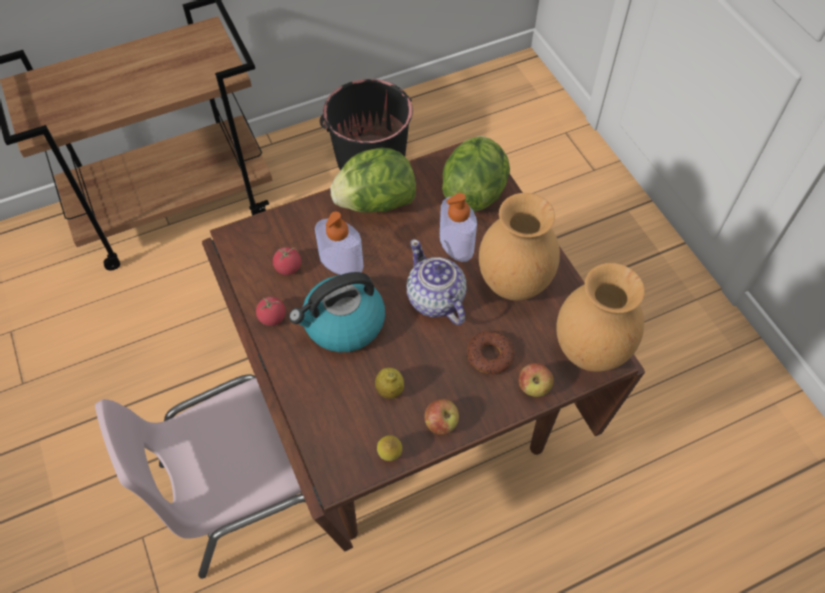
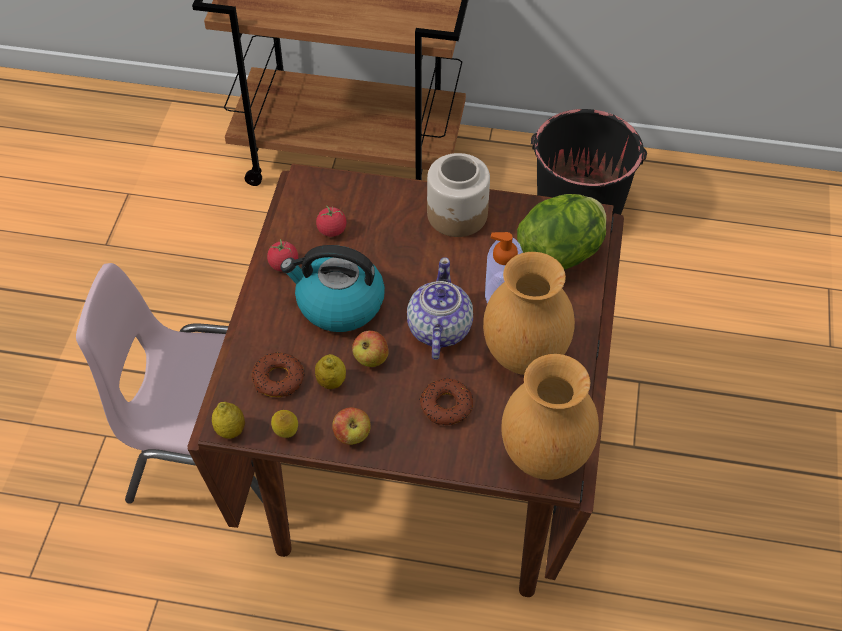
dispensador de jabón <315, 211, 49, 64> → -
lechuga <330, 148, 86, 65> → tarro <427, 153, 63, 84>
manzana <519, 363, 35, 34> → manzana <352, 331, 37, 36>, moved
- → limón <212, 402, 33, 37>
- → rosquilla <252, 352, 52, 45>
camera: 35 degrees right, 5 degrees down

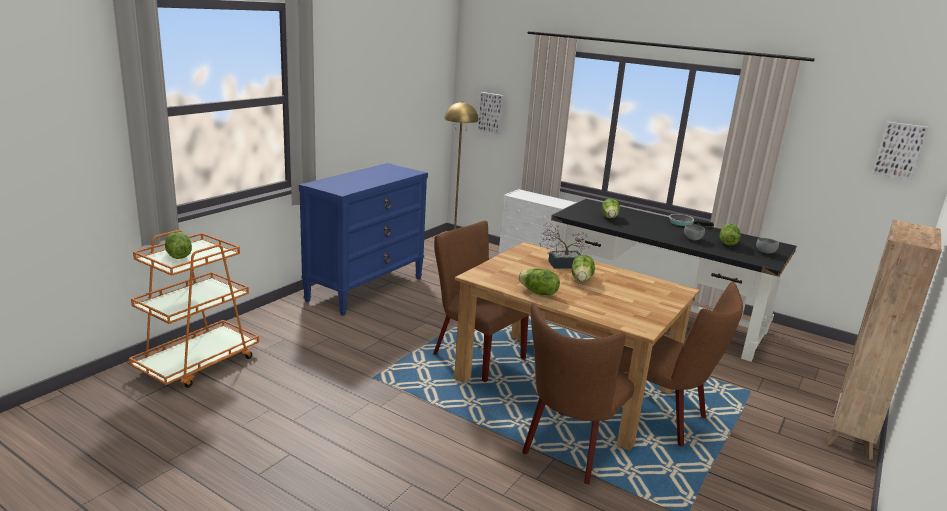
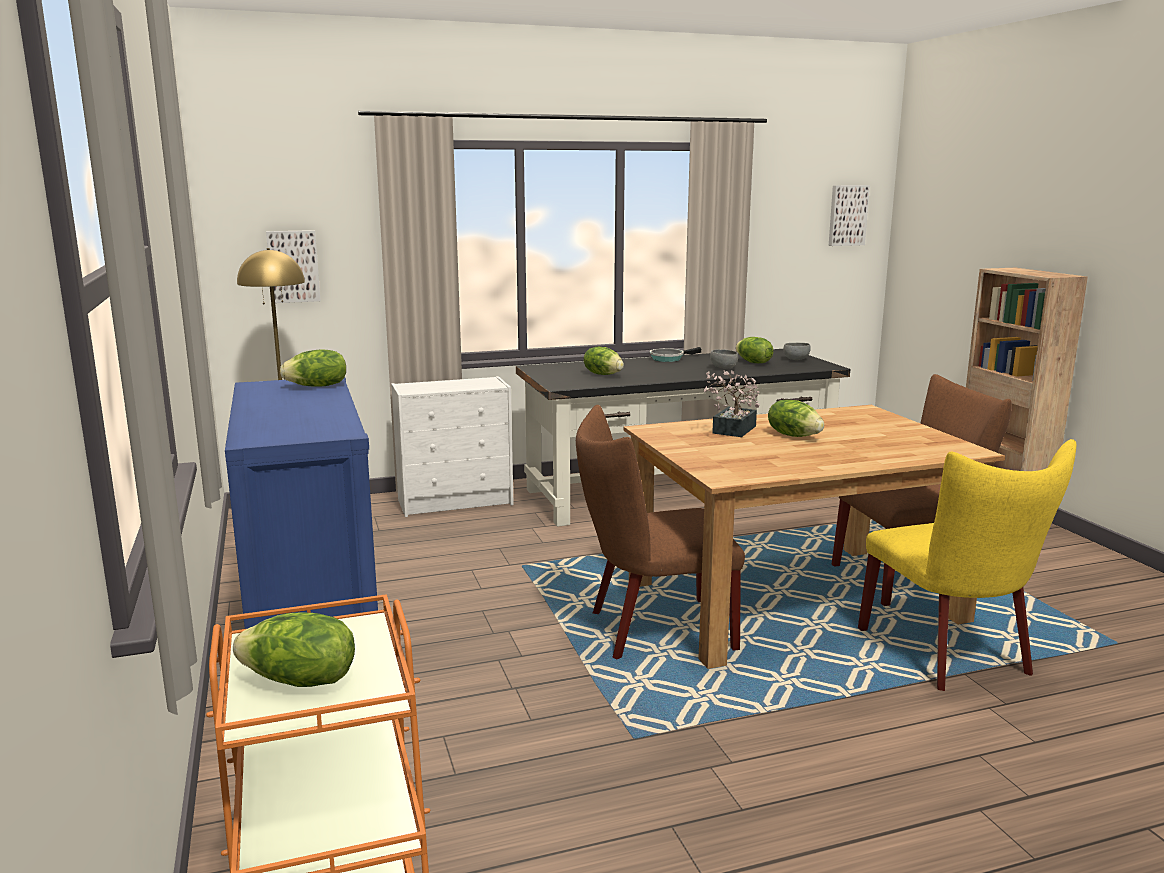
lechuga <518, 268, 42, 27> → lechuga <280, 349, 66, 38>, moved
silla (marrón) <522, 303, 112, 181> → silla (amarillo) <858, 439, 218, 252>
camera: 50 degrees left, 5 degrees down

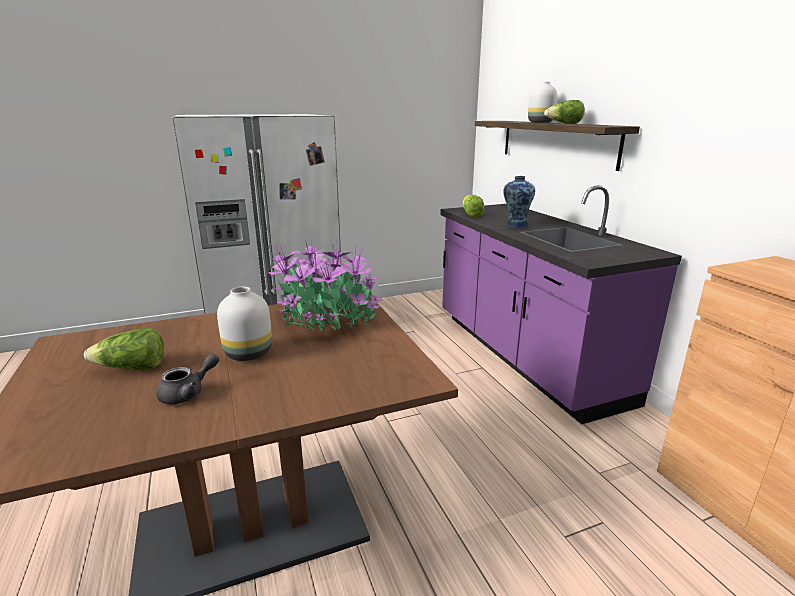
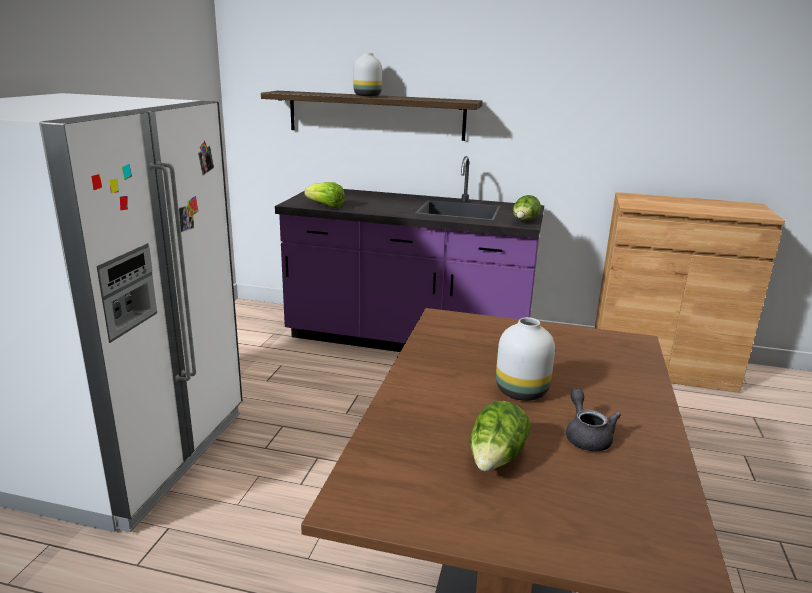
planta en maceta <268, 240, 114, 91> → -
florero <503, 176, 32, 52> → -
lechuga <544, 100, 41, 24> → lechuga <513, 195, 28, 26>, moved
camera: 55 degrees left, 0 degrees up

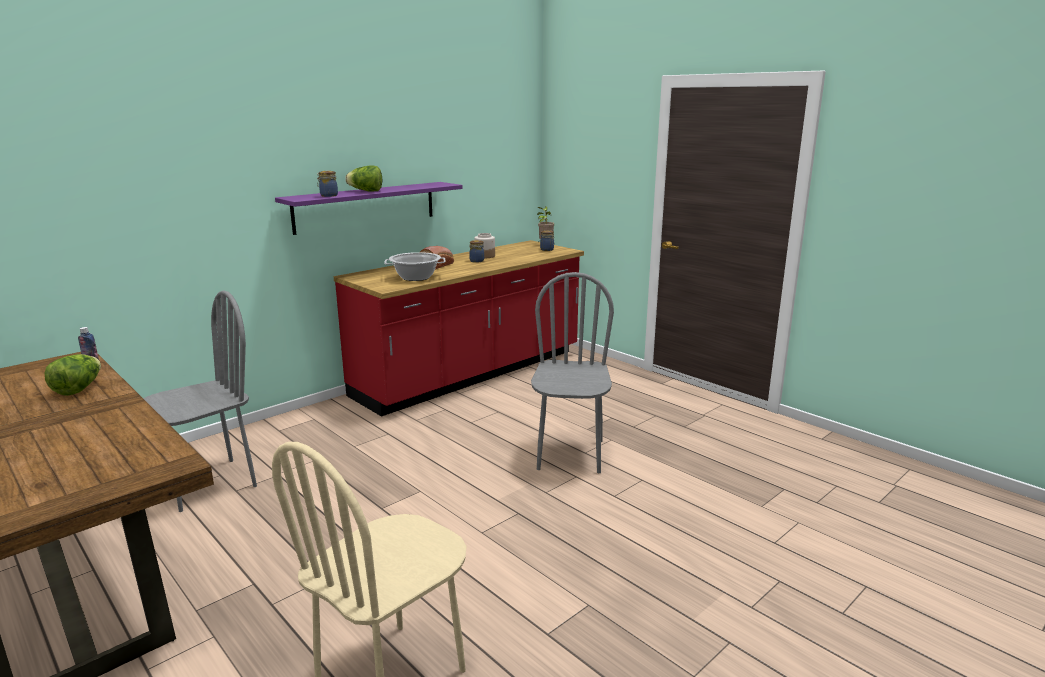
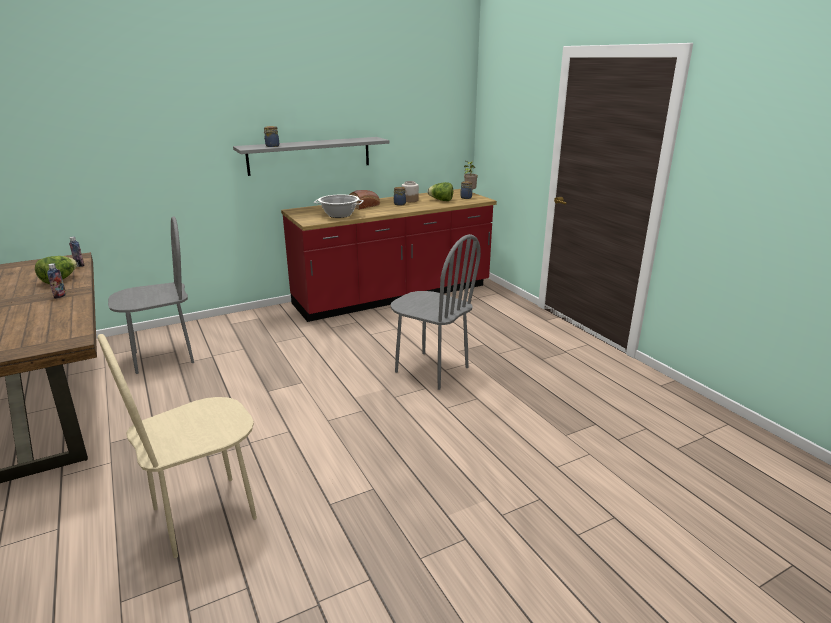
estante (morado) <275, 182, 188, 53> → estante (gris) <233, 137, 156, 39>
lechuga <345, 165, 37, 27> → lechuga <428, 182, 25, 19>, moved
silla (gris) <531, 272, 83, 201> → silla (gris) <390, 234, 91, 156>, 105 degrees clockwise
- → botella <47, 263, 19, 35>
camera: 15 degrees right, 5 degrees up

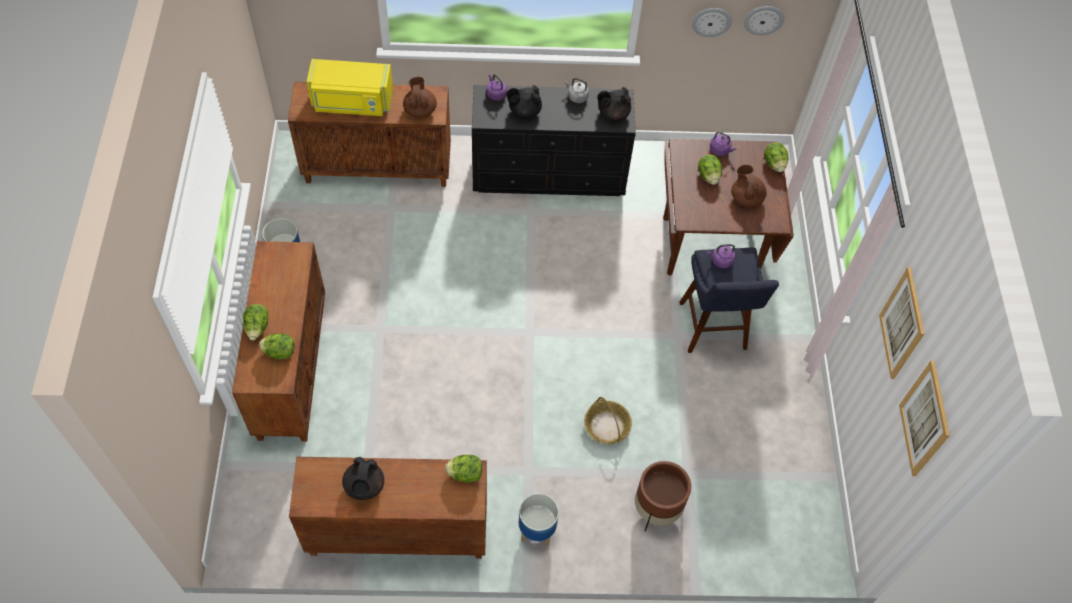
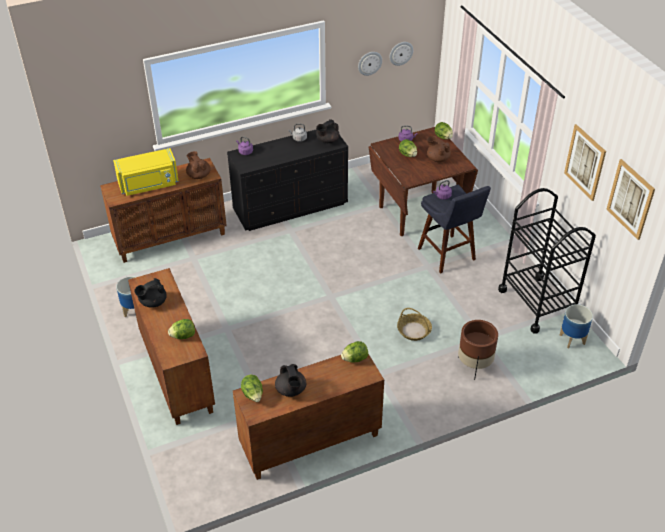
lechuga <243, 304, 25, 37> → lechuga <241, 375, 22, 27>, moved
tetera (negro) <506, 85, 36, 34> → tetera (negro) <134, 278, 33, 30>, moved
maceta <519, 493, 40, 53> → maceta <560, 304, 33, 44>, moved
- → carrito (negro) <498, 188, 98, 146>
camera: 20 degrees left, 15 degrees down

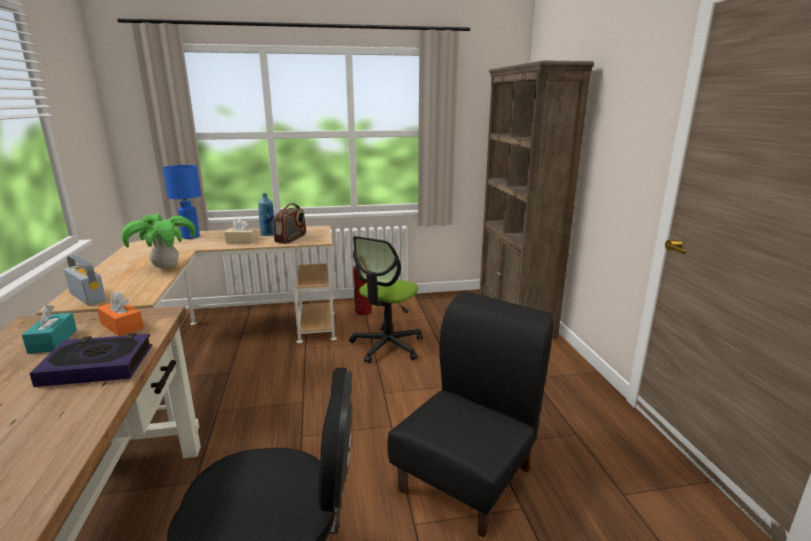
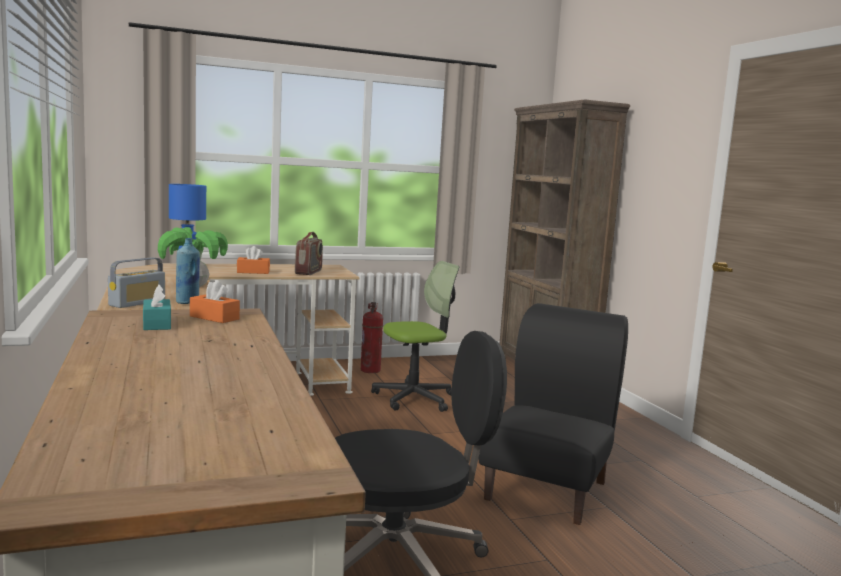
libro <29, 333, 123, 54> → -
radio <64, 255, 42, 51> → radio <108, 257, 57, 51>, 90 degrees clockwise
caja de pañuelos (beis) <225, 219, 32, 24> → caja de pañuelos (naranja) <237, 246, 33, 28>
botella (azul) <258, 193, 16, 43> → botella (azul) <176, 238, 24, 66>, moved
silla de oficina <349, 236, 74, 127> → silla de oficina <371, 261, 88, 151>, 135 degrees counterclockwise
camera: 10 degrees left, 10 degrees down

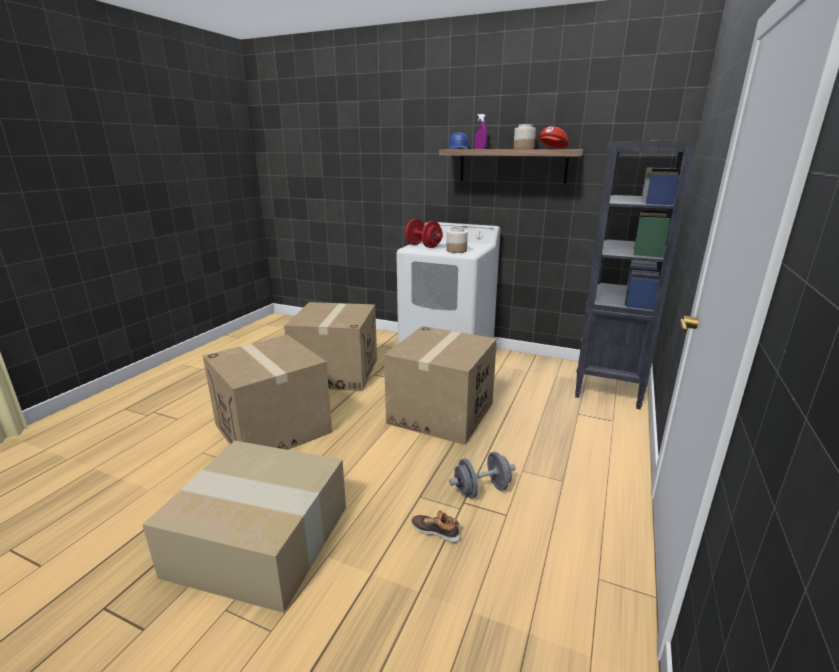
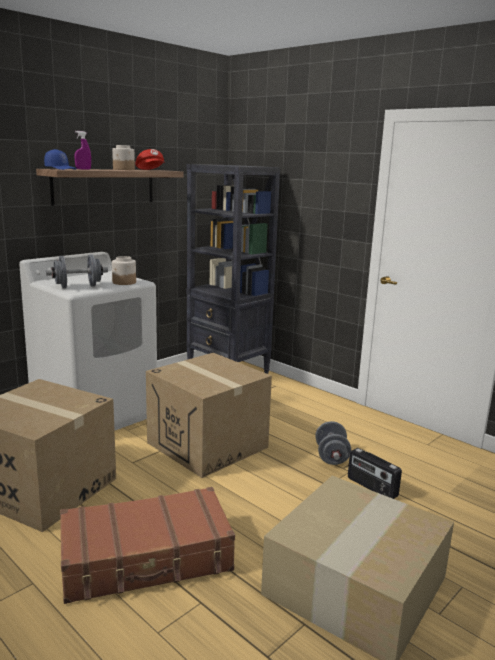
caja de cartón <203, 335, 129, 115> → maleta (marrón) <60, 487, 175, 117>
mancuerna (rojo) <405, 219, 38, 29> → mancuerna (gris) <46, 255, 62, 33>
zapato <411, 510, 50, 33> → radio <348, 448, 54, 51>
camera: 70 degrees left, 5 degrees down

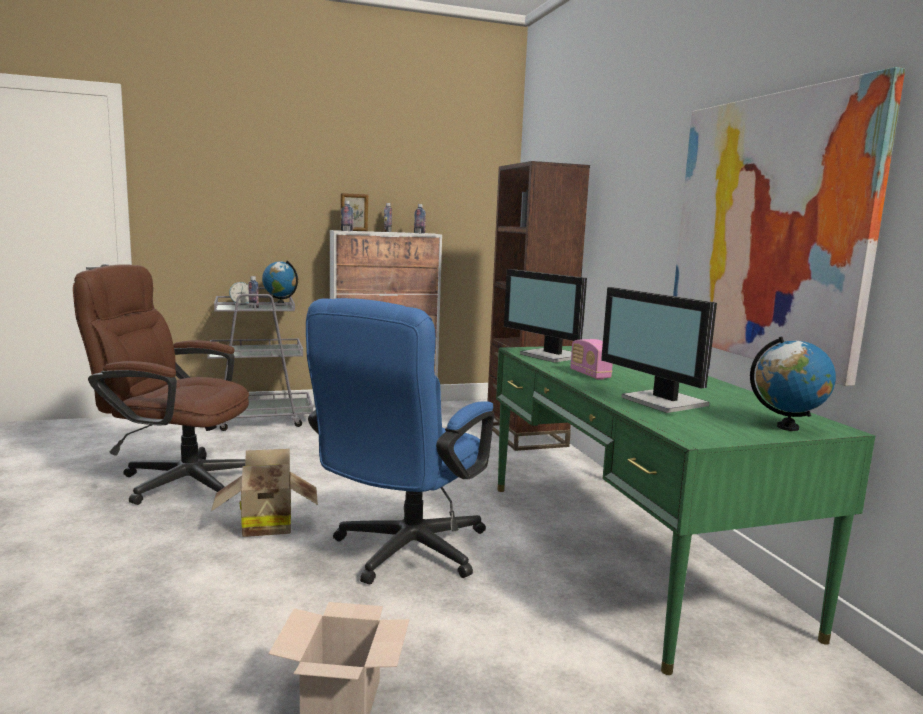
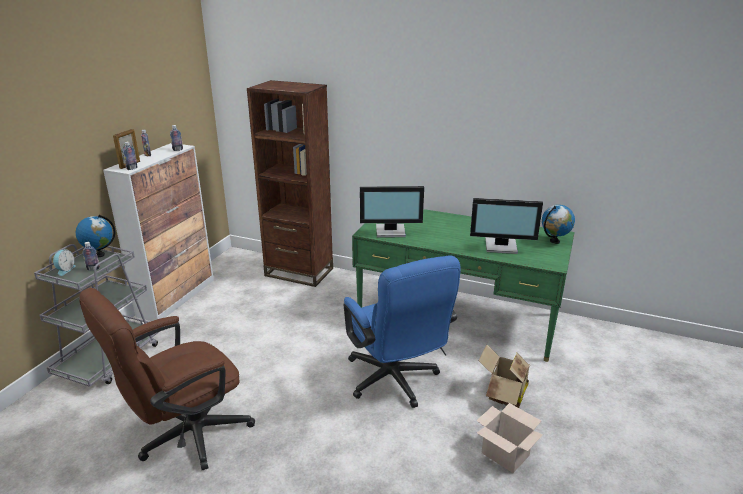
caja de cartón <211, 449, 107, 88> → caja de cartón <478, 345, 52, 63>, moved
radio <570, 339, 43, 41> → -
cuadro <673, 67, 232, 319> → -
camera: 50 degrees left, 15 degrees up

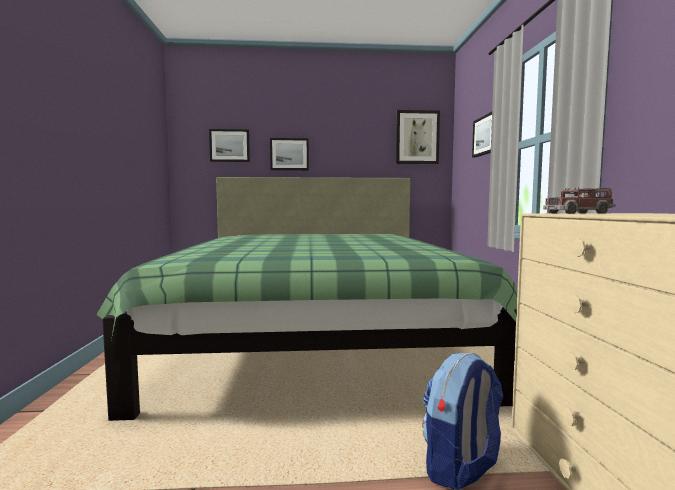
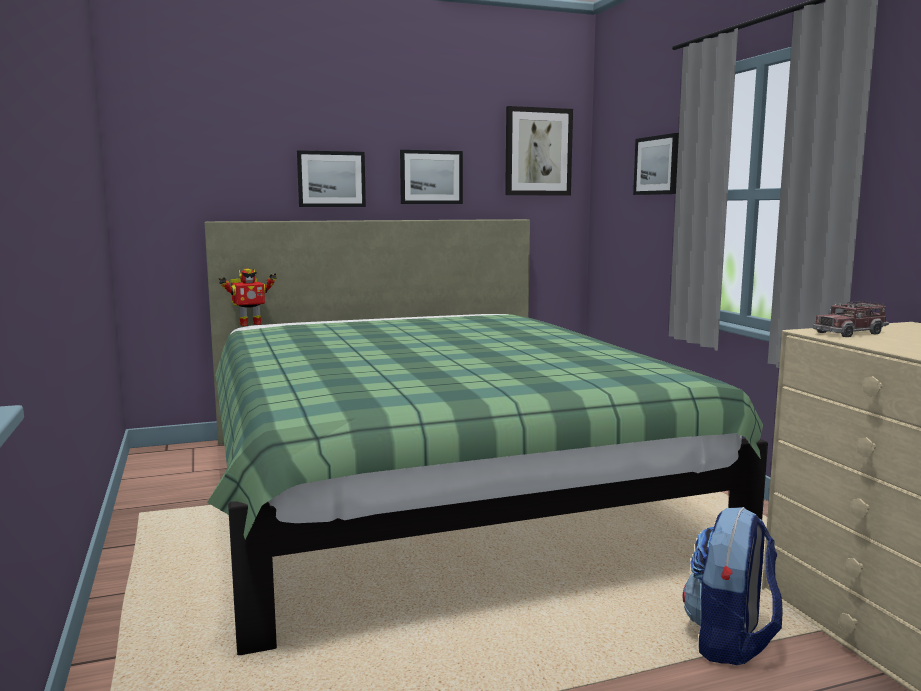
cuadro <209, 129, 41, 33> → cuadro <400, 150, 63, 54>, moved
- → robot de juguete <218, 269, 59, 57>
camera: 15 degrees left, 5 degrees up

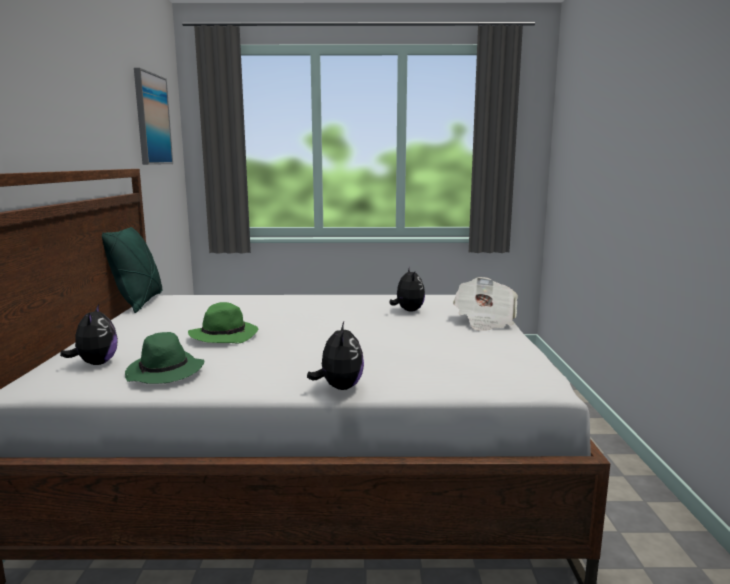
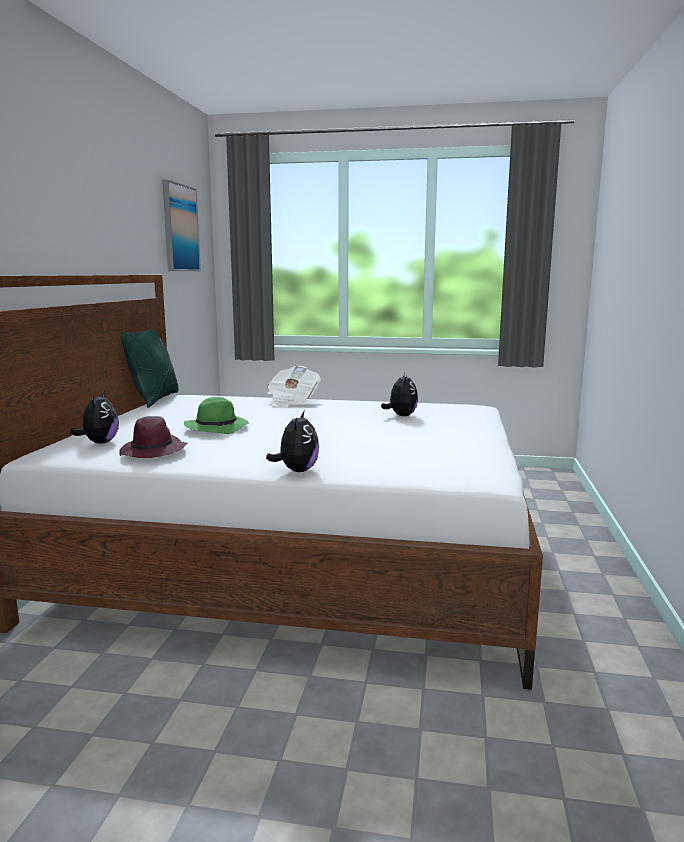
sombrero (verde) <125, 332, 79, 52> → sombrero (morado) <119, 416, 68, 42>
periódico <453, 277, 65, 54> → periódico <267, 366, 54, 41>, moved
camera: 10 degrees right, 0 degrees up

